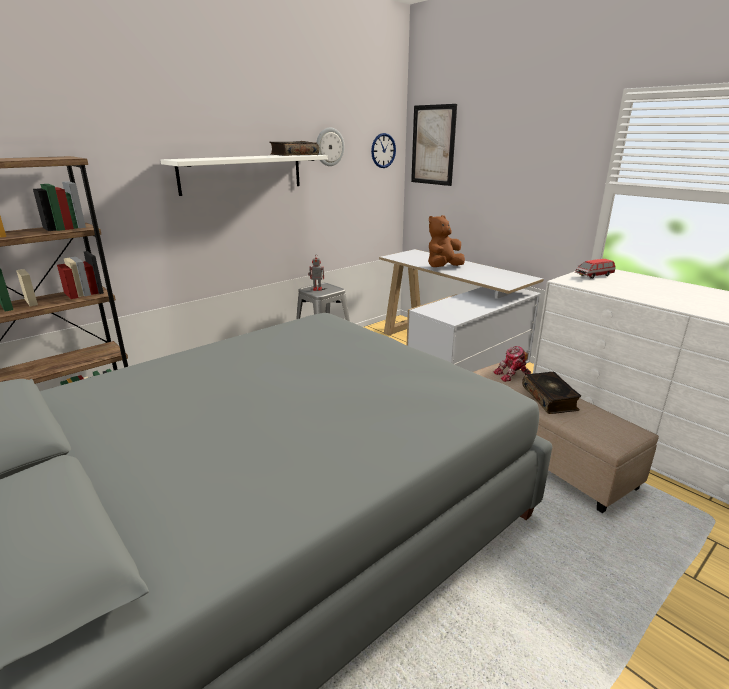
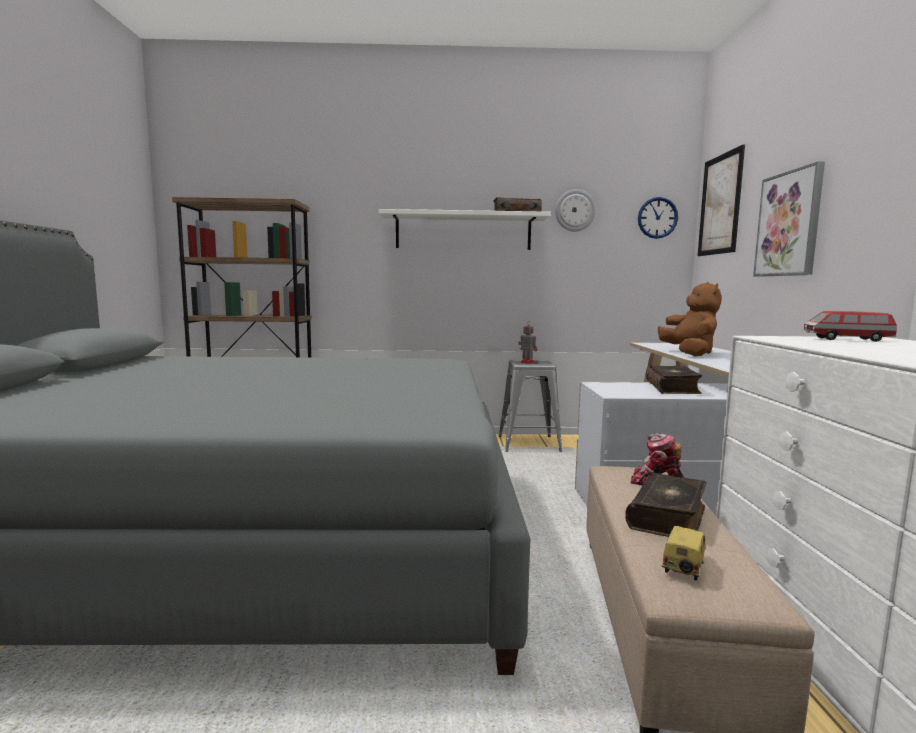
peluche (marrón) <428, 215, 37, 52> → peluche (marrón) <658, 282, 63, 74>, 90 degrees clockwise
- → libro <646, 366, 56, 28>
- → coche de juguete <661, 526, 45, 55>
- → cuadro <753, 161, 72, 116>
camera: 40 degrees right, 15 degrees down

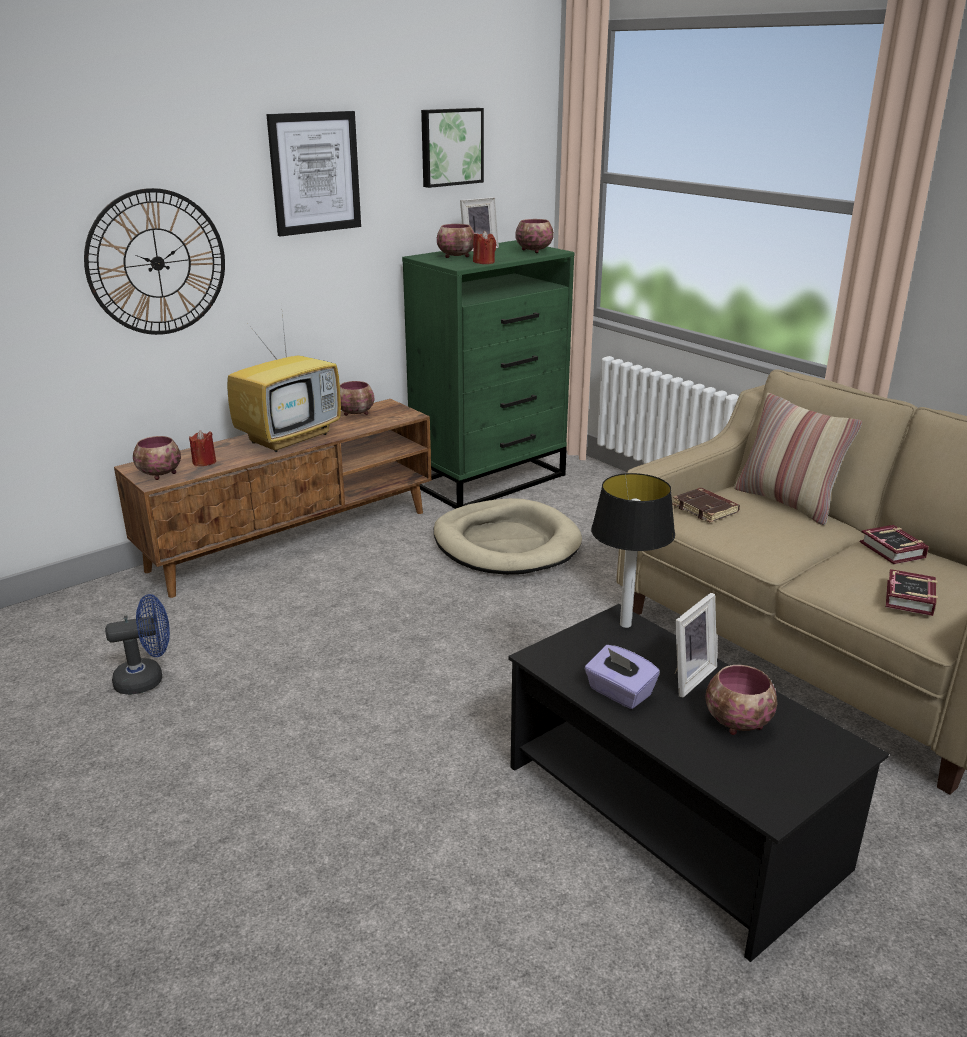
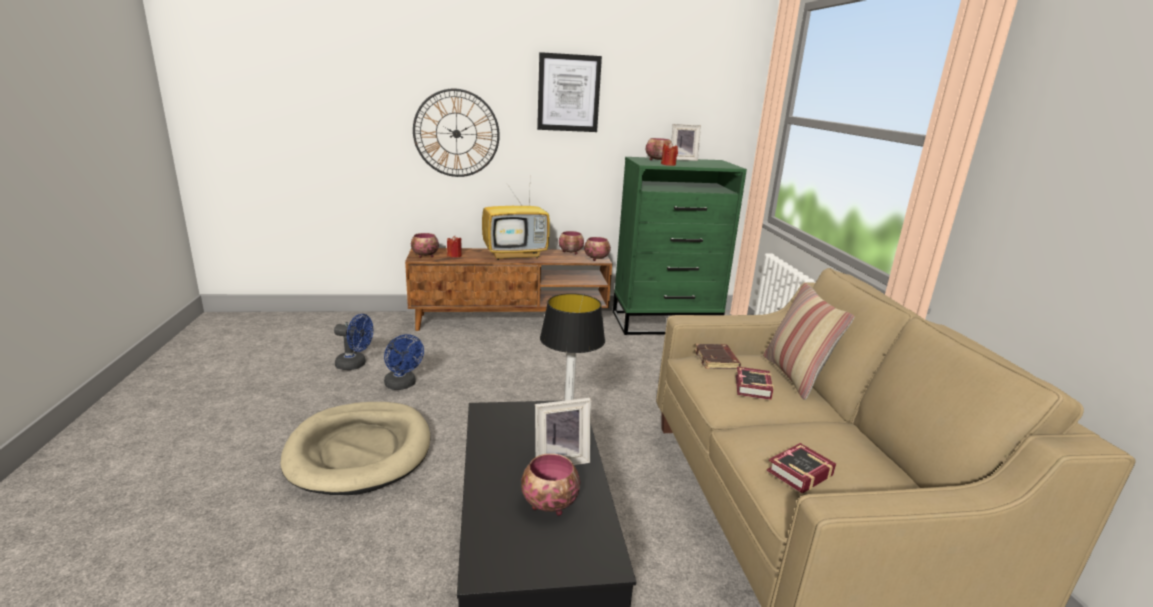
cuadro <421, 108, 63, 80> → -
cama para perro (beis) <434, 498, 148, 77> → cama para perro (beis) <280, 402, 150, 93>, moved
cuenco <515, 219, 39, 34> → cuenco <584, 237, 27, 24>, moved
caja de pañuelos (morado) <585, 645, 75, 64> → -
libro <860, 525, 69, 39> → libro <736, 367, 38, 33>, moved
- → ventilador (azul) <384, 334, 40, 56>
camera: 30 degrees right, 5 degrees down

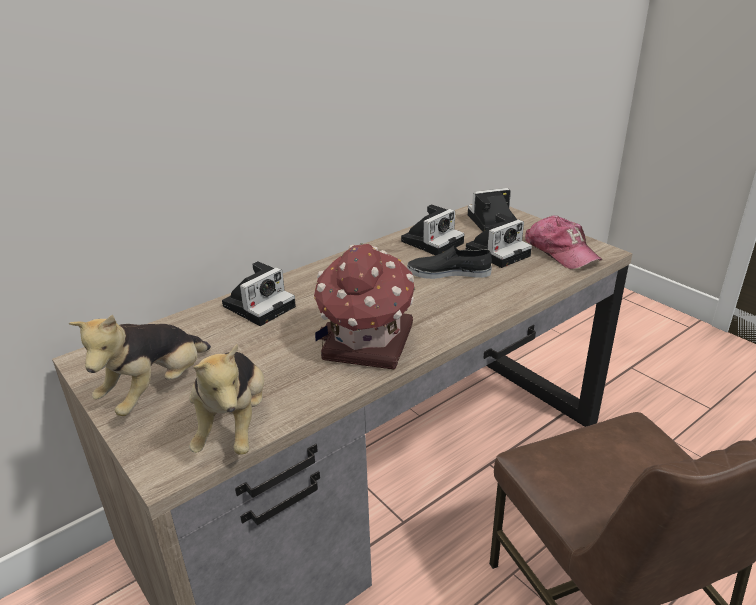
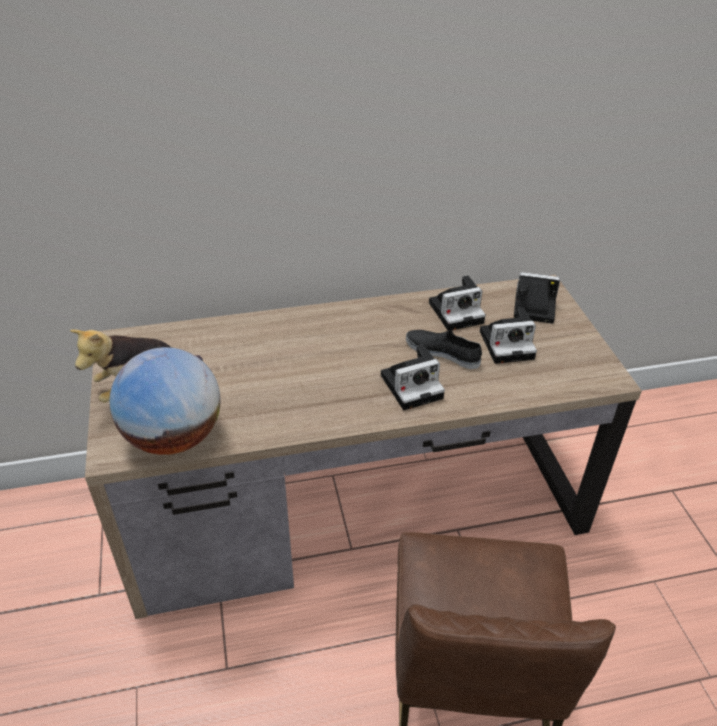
peluche <189, 344, 75, 111> → globo terráqueo <109, 347, 112, 108>
cámara <222, 261, 74, 65> → cámara <381, 344, 64, 66>, moved
casita <314, 243, 102, 127> → -
gorra <525, 215, 77, 54> → -
camera: 25 degrees right, 10 degrees up

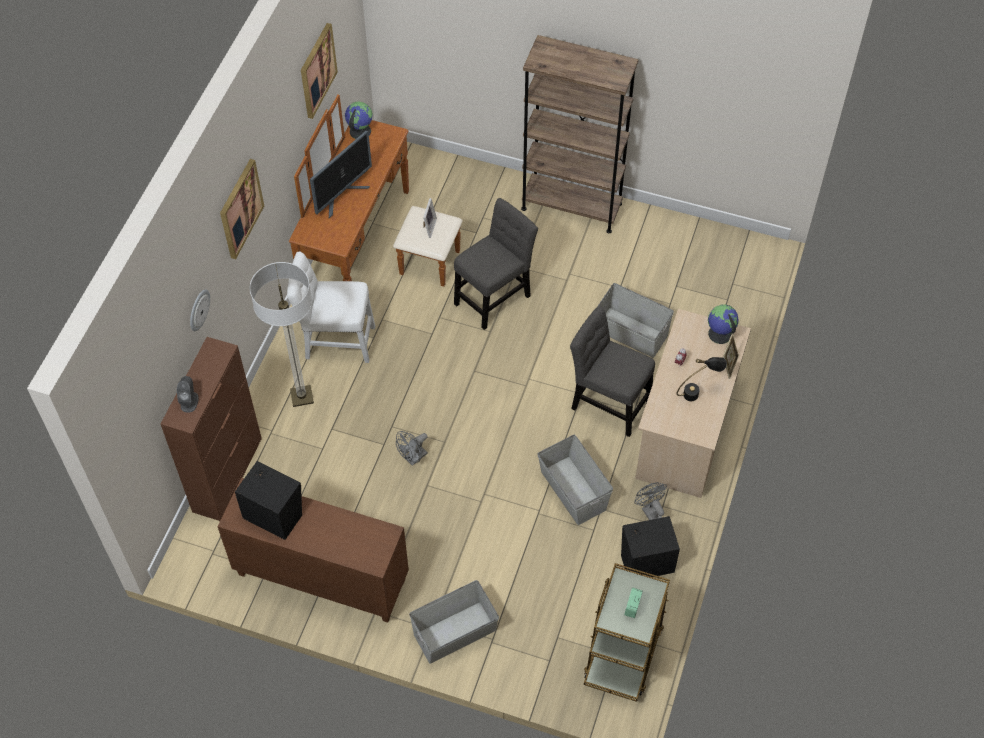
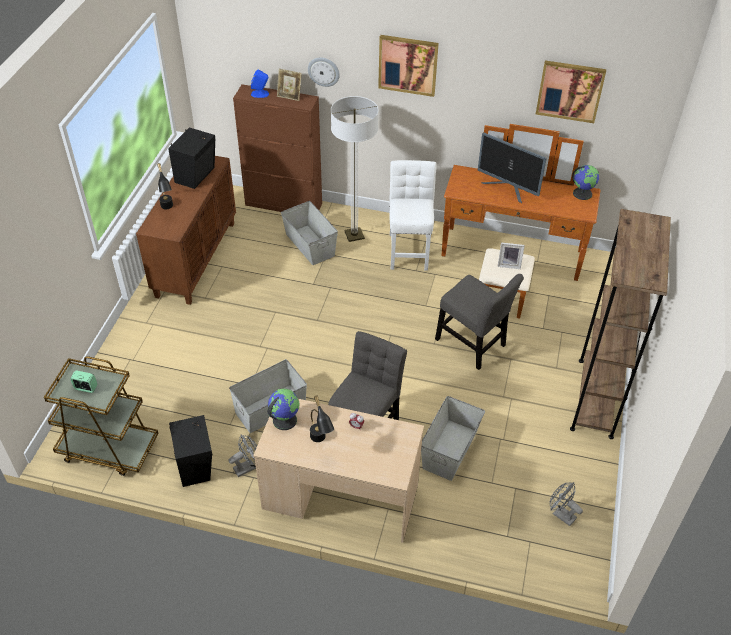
altavoz (gris) <177, 376, 22, 37> → altavoz (azul) <251, 69, 18, 29>
ventilador (gris) <396, 431, 32, 35> → ventilador (gris) <549, 482, 34, 44>, moved
caja de almacenaje (gris) <409, 580, 90, 84> → caja de almacenaje (gris) <281, 201, 57, 64>, moved
globo terráqueo <708, 304, 31, 40> → globo terráqueo <267, 389, 32, 41>, moved
portarretratos <723, 334, 16, 45> → portarretratos <277, 69, 25, 32>, moved
- → lámpara de mesa (negro) <157, 163, 16, 46>
camera: 85 degrees right, 10 degrees down

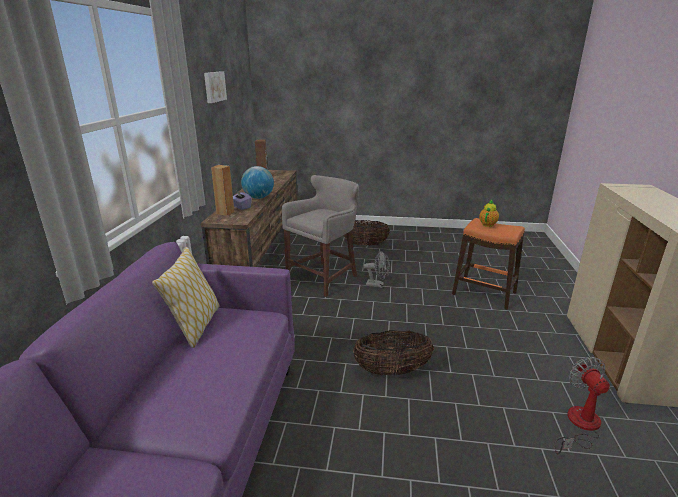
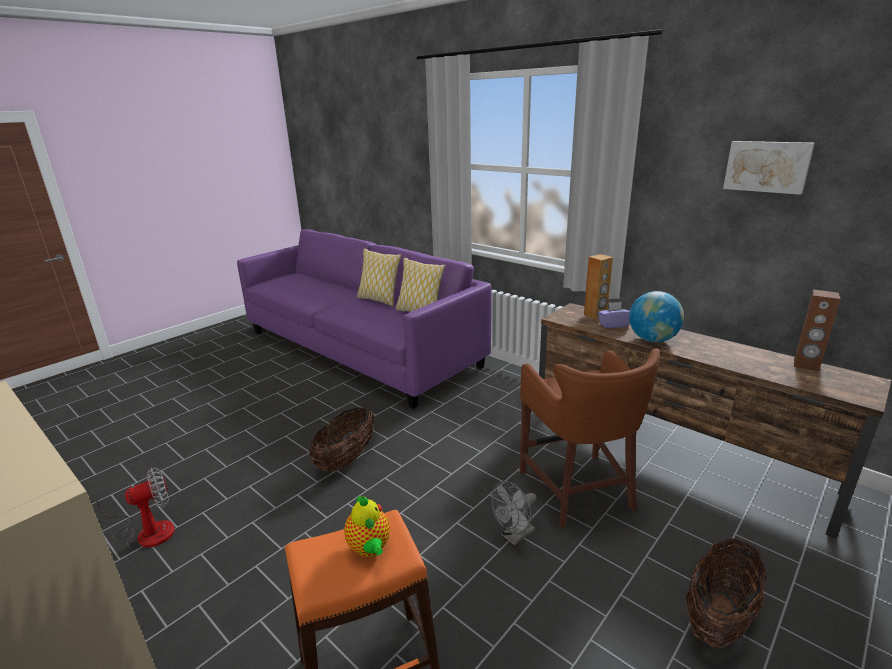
taburete (gris) <282, 175, 77, 122> → taburete (marrón) <520, 348, 140, 179>
ventilador <554, 357, 56, 97> → ventilador <90, 467, 85, 80>, 60 degrees counterclockwise
- → cojín <357, 249, 44, 57>
camera: 125 degrees right, 0 degrees up

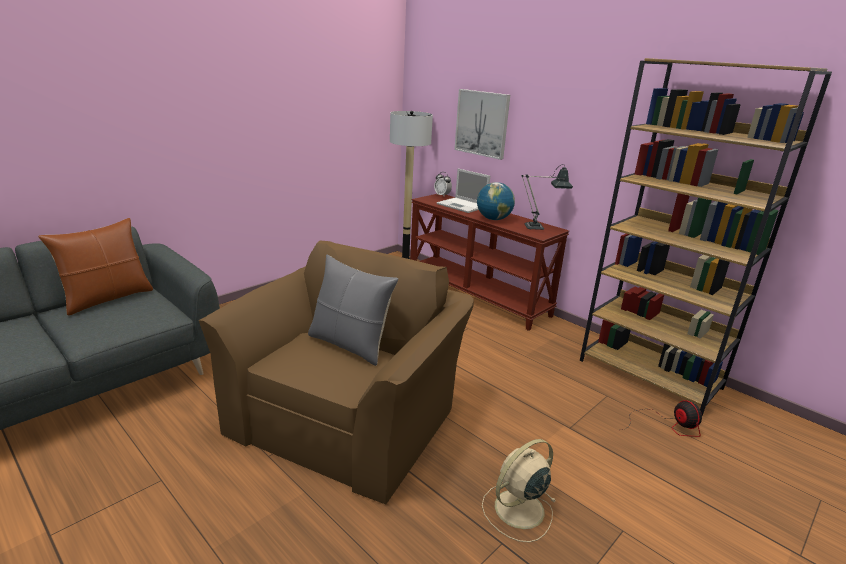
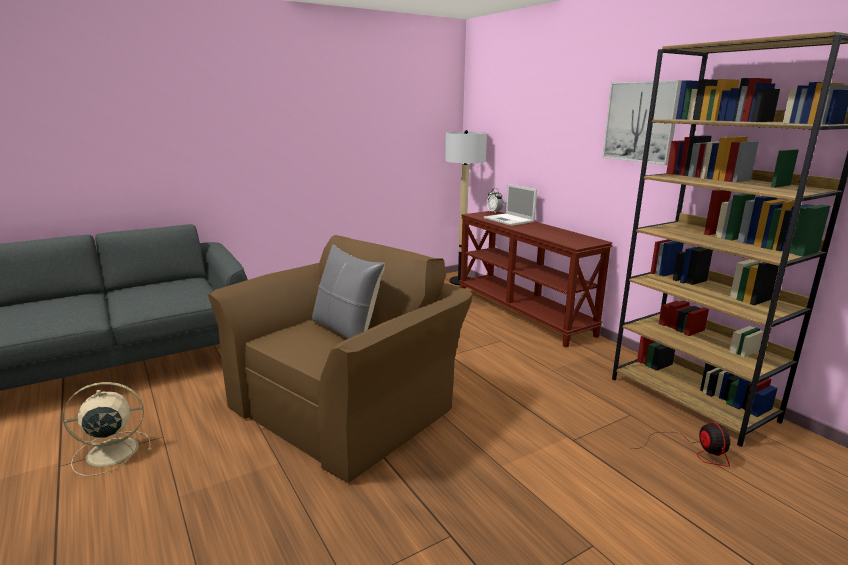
cojín (marrón) <38, 218, 115, 98> → -
cuadro <454, 89, 56, 71> → cuadro <602, 80, 80, 85>, moved
globo terráqueo <477, 182, 38, 38> → -
ventilador (beis) <482, 439, 73, 103> → ventilador (beis) <63, 382, 88, 94>, moved
lámpara de mesa <521, 164, 52, 66> → -
camera: 15 degrees right, 5 degrees down

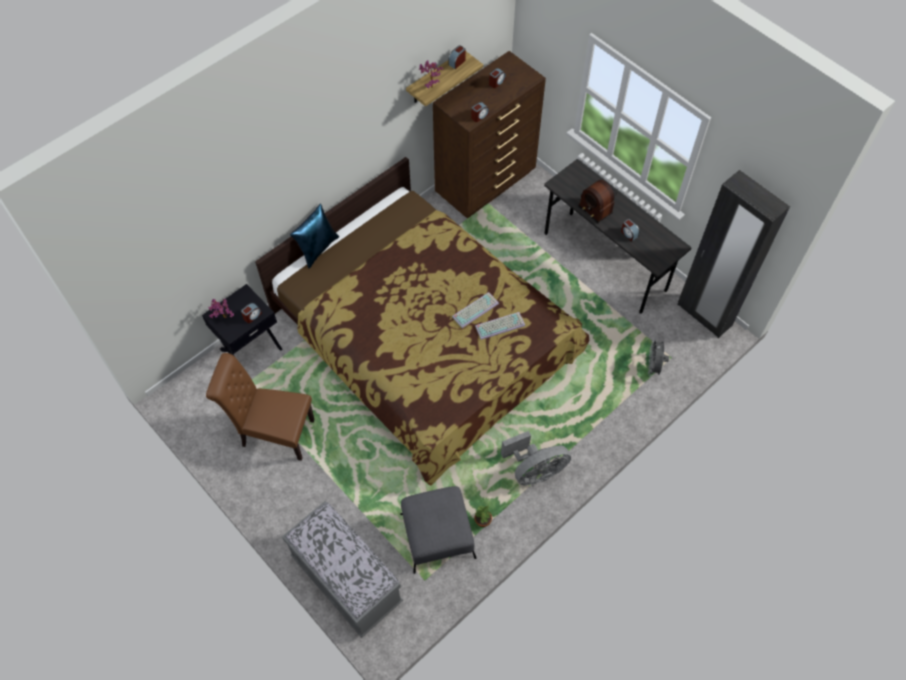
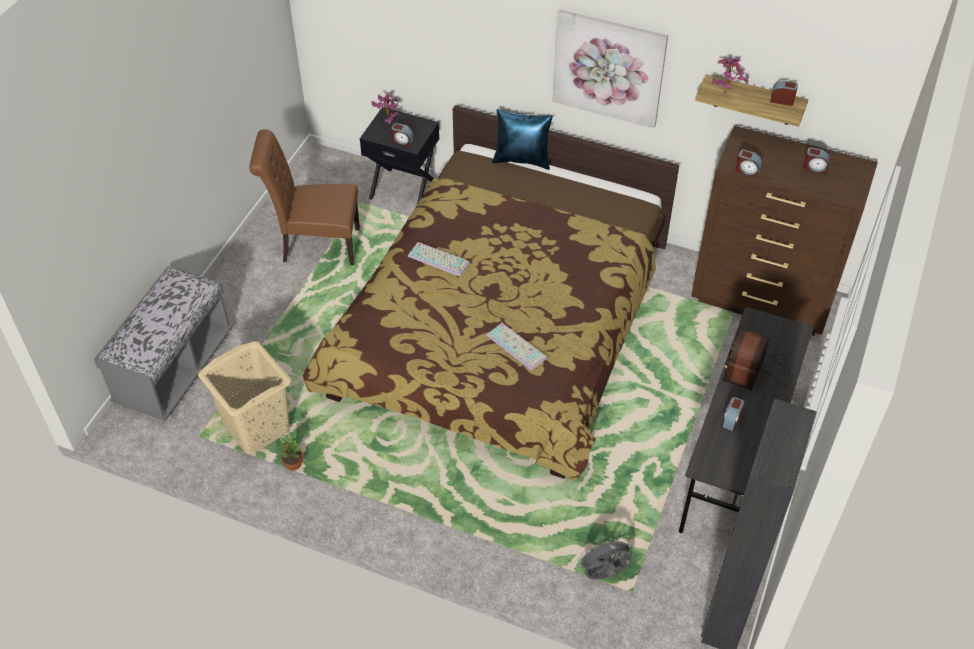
silla (marrón) <206, 353, 108, 108> → silla (marrón) <249, 129, 111, 136>, 75 degrees counterclockwise
puf (gris) <400, 486, 76, 88> → cesto de la ropa (beis) <198, 341, 93, 113>
teclado <452, 292, 47, 36> → teclado <408, 242, 62, 35>, moved
ventilador (gris) <501, 431, 70, 54> → -
- → cuadro <552, 9, 116, 119>
camera: 65 degrees right, 10 degrees down

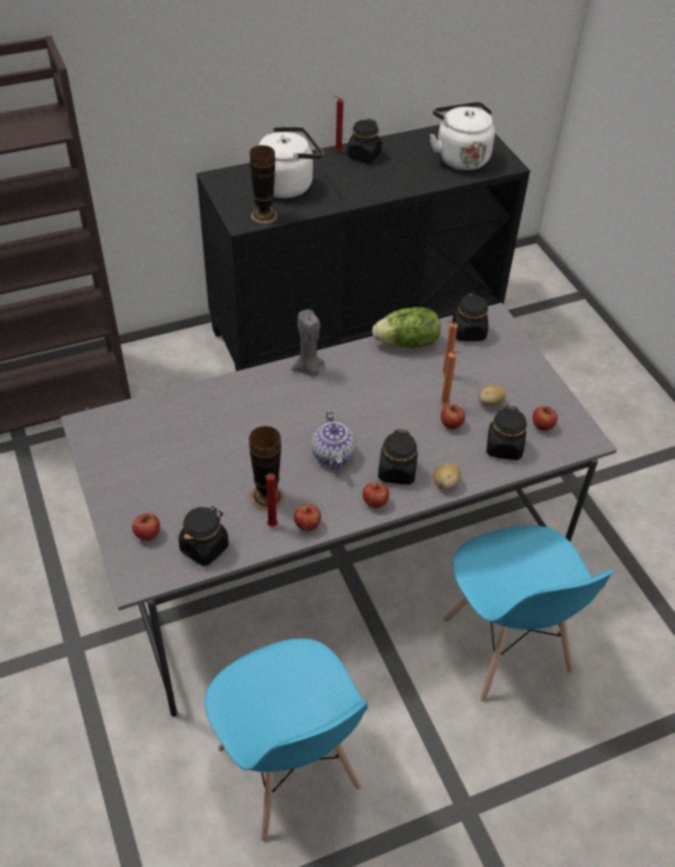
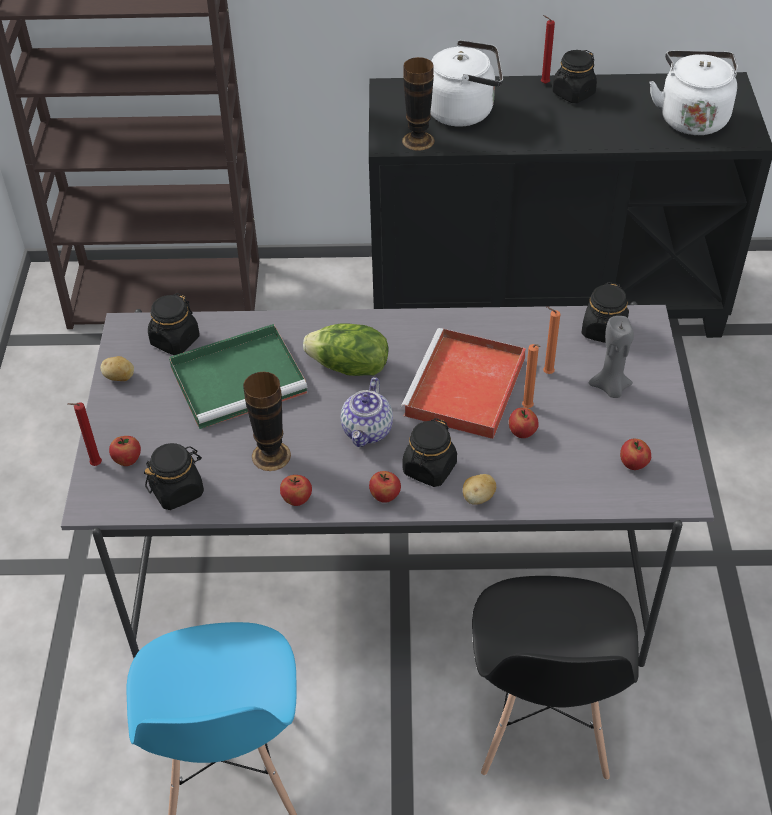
vela (rojo) <266, 473, 12, 54> → vela (rojo) <68, 402, 34, 64>, moved
vela (gris) <291, 310, 33, 66> → vela (gris) <589, 316, 45, 82>, moved
lechuga <372, 307, 69, 41> → lechuga <303, 323, 86, 53>, moved
silla (azul) <444, 525, 172, 177> → silla (negro) <472, 576, 167, 204>
patata <479, 385, 27, 21> → patata <101, 356, 33, 25>, moved
tarro (negro) <486, 406, 41, 54> → tarro (negro) <148, 293, 52, 62>, moved
- → bandeja (verde) <169, 324, 139, 105>
- → bandeja (rojo) <401, 328, 125, 111>
camera: 25 degrees right, 0 degrees up

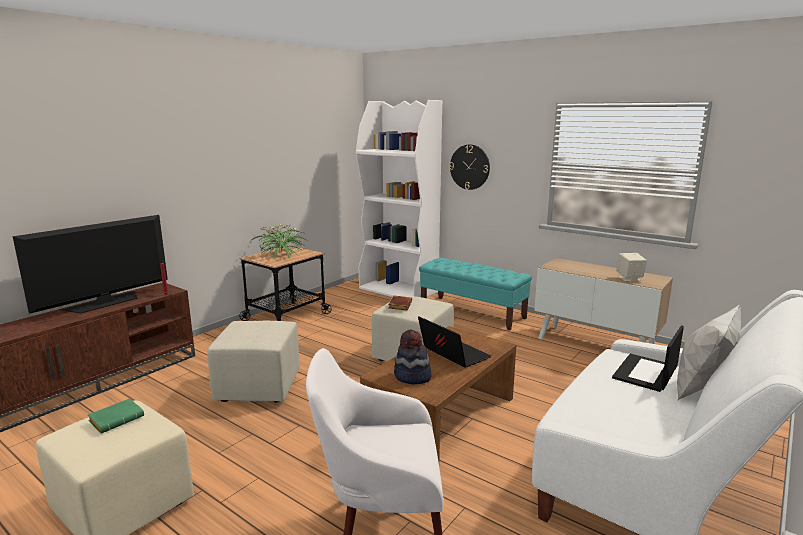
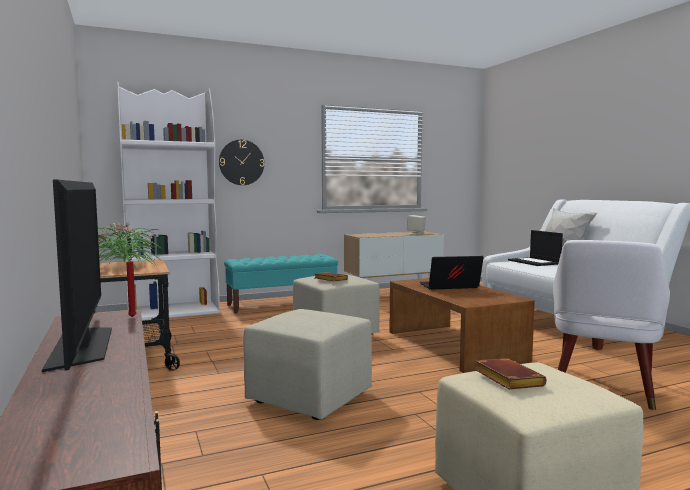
libro (verde) <88, 398, 56, 36> → libro (marrón) <475, 358, 71, 32>
sombrero <394, 330, 37, 54> → -
camera: 60 degrees left, 10 degrees down

